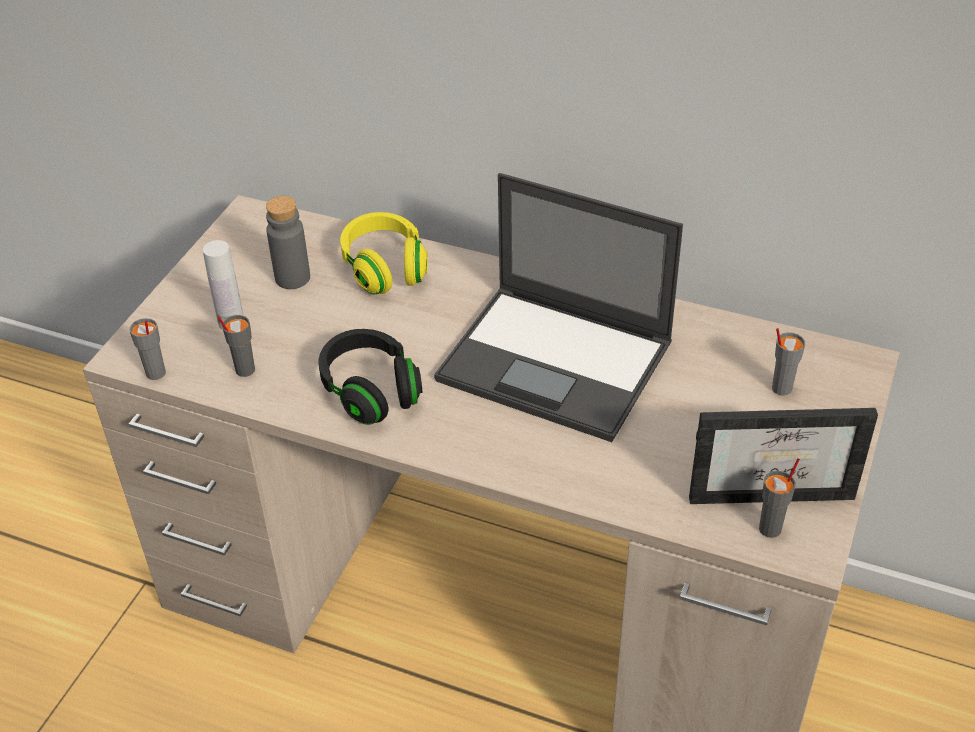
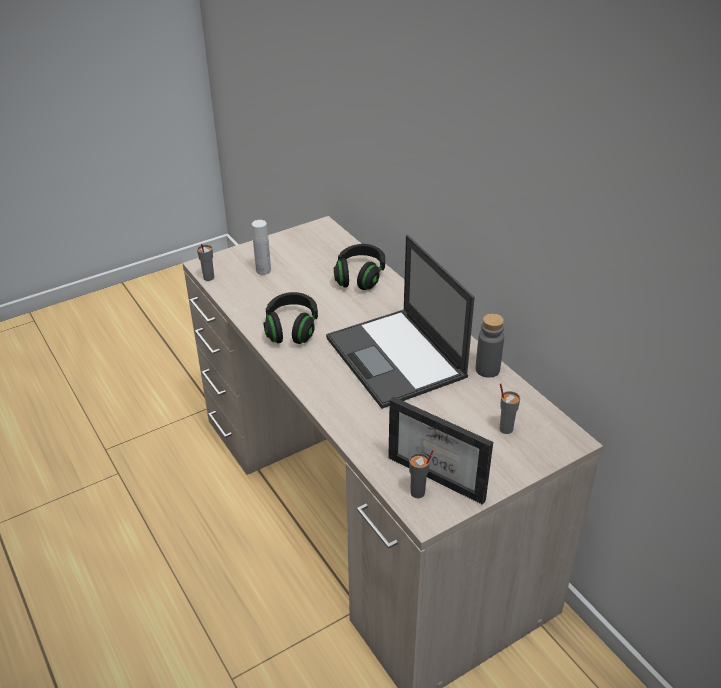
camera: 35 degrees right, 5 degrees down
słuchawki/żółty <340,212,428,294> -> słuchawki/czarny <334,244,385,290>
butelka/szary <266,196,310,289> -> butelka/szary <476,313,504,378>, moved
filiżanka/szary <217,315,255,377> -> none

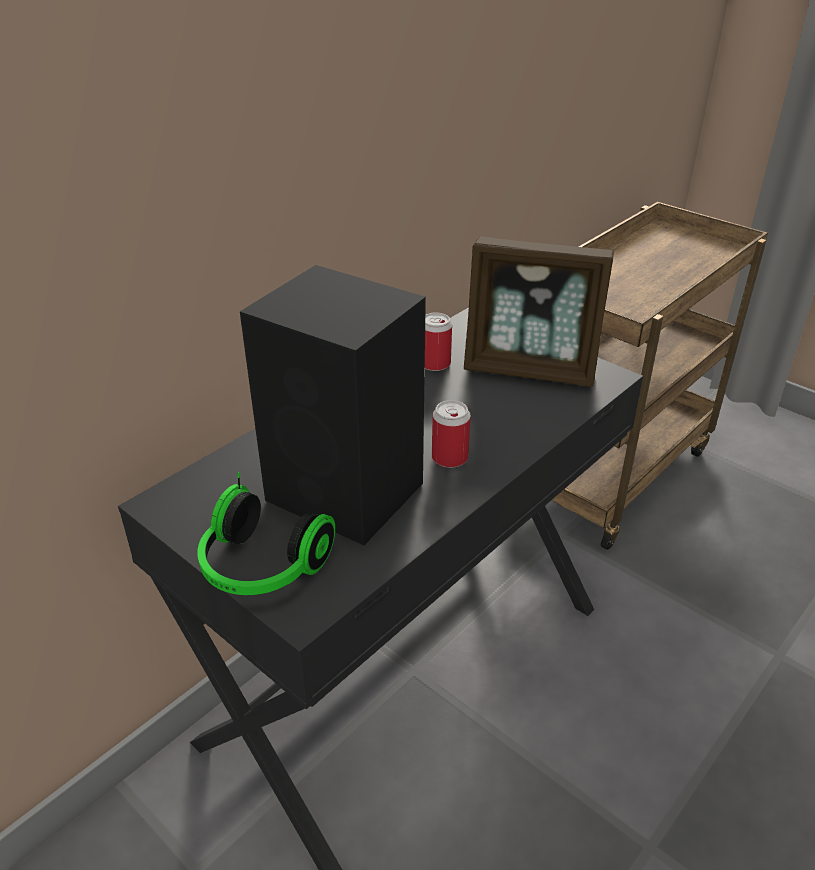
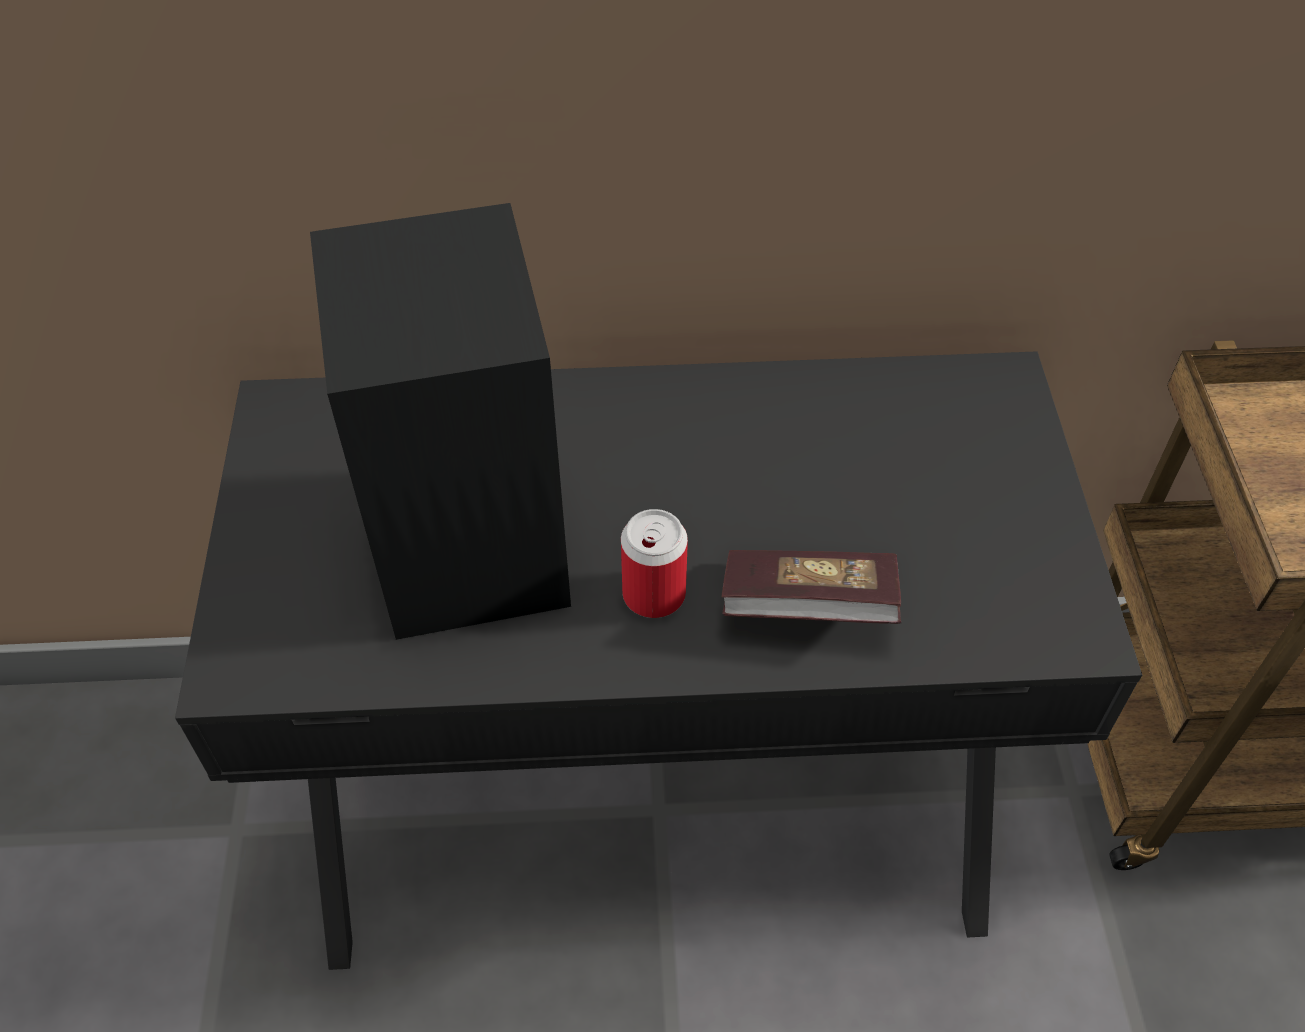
camera: 45 degrees right, 15 degrees up
none -> książka <721,550,901,624>
słuchawki <197,472,335,595> -> none
puszka <425,312,452,371> -> none
ramka na zdjęcie <464,237,614,387> -> none

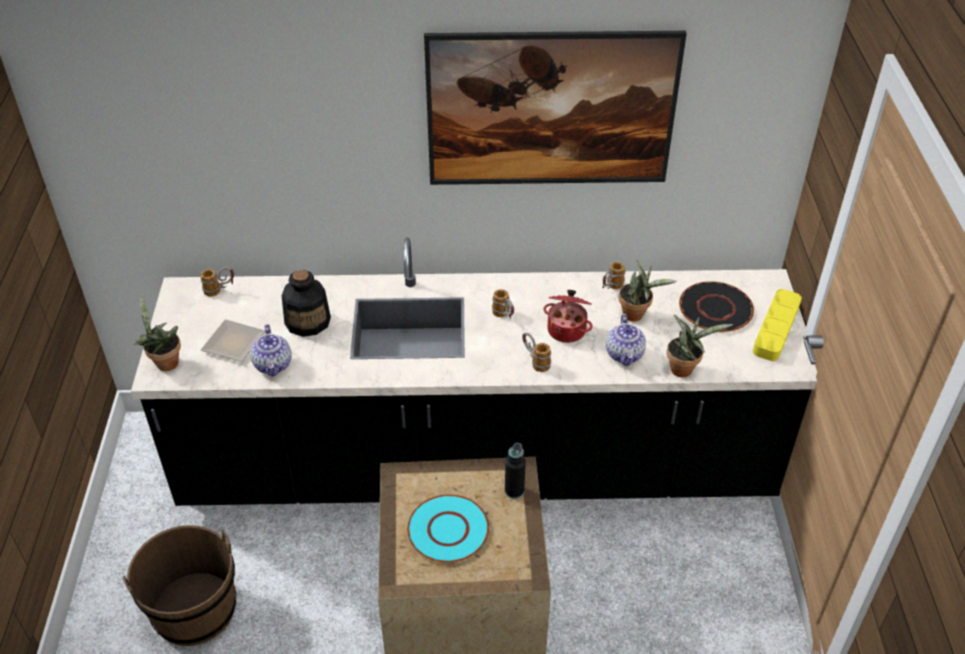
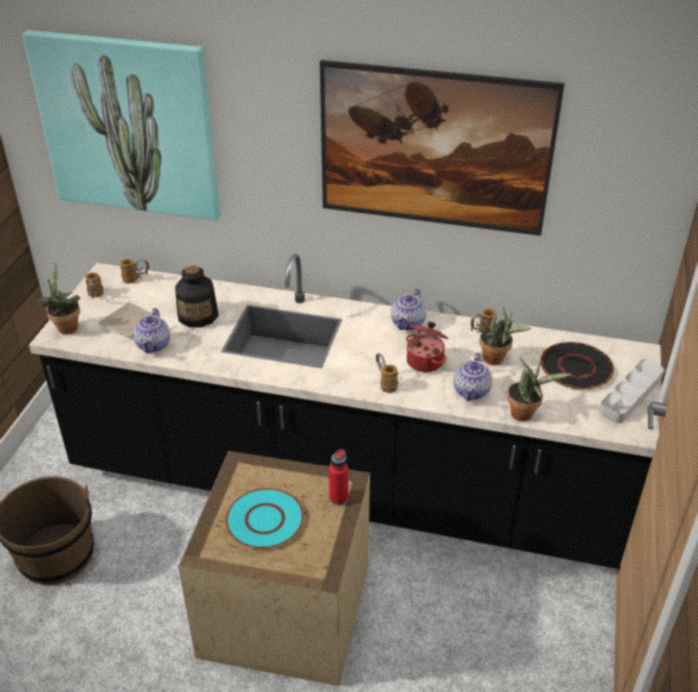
camera: 15 degrees right, 5 degrees down
none -> obraz <22,30,220,220>
kubek <492,289,514,320> -> kubek <85,272,104,299>, moved
butelka/czarny <505,443,526,499> -> butelka/czerwony <329,449,348,506>
none -> imbryk <391,289,426,330>
taca/żółty <753,289,802,361> -> taca/szary <599,359,664,423>

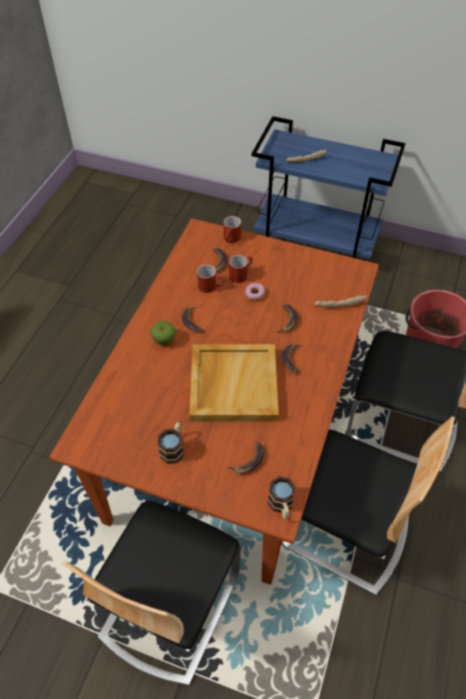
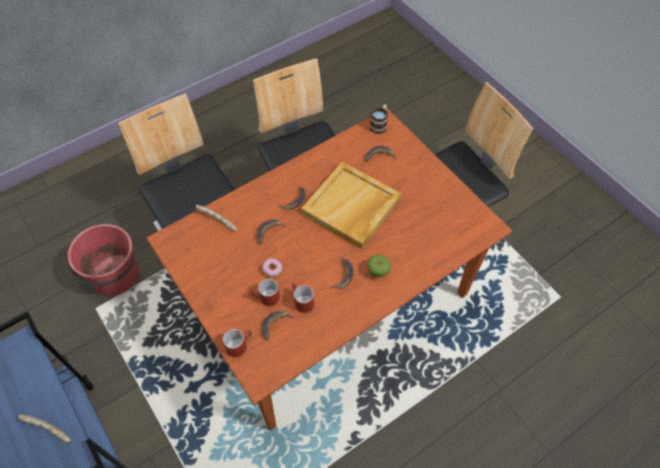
camera: 145 degrees left, 5 degrees up
kubek <158,422,184,464> -> none

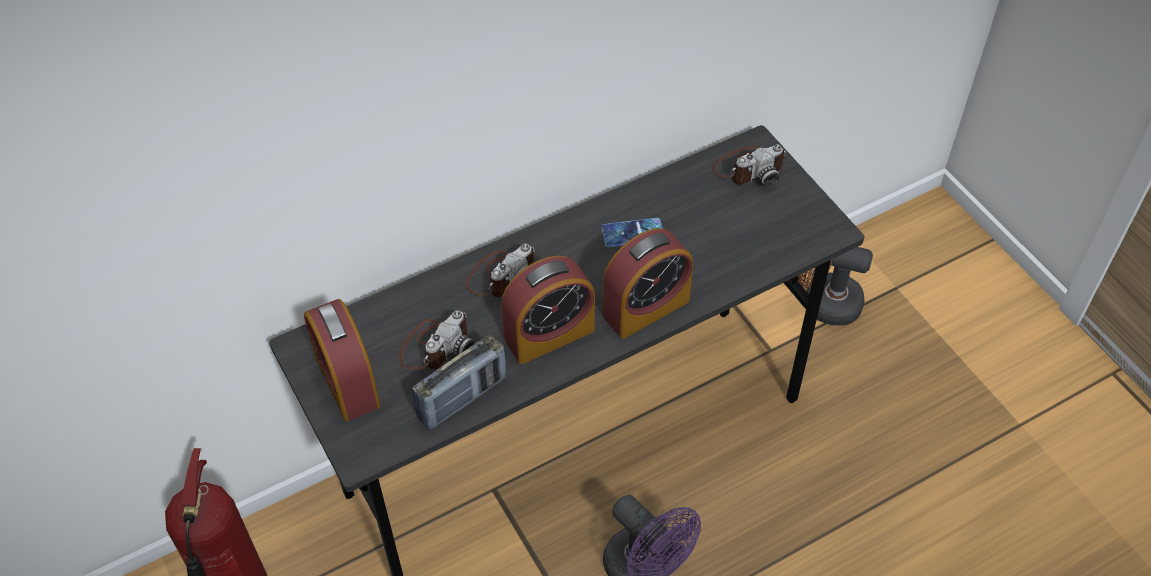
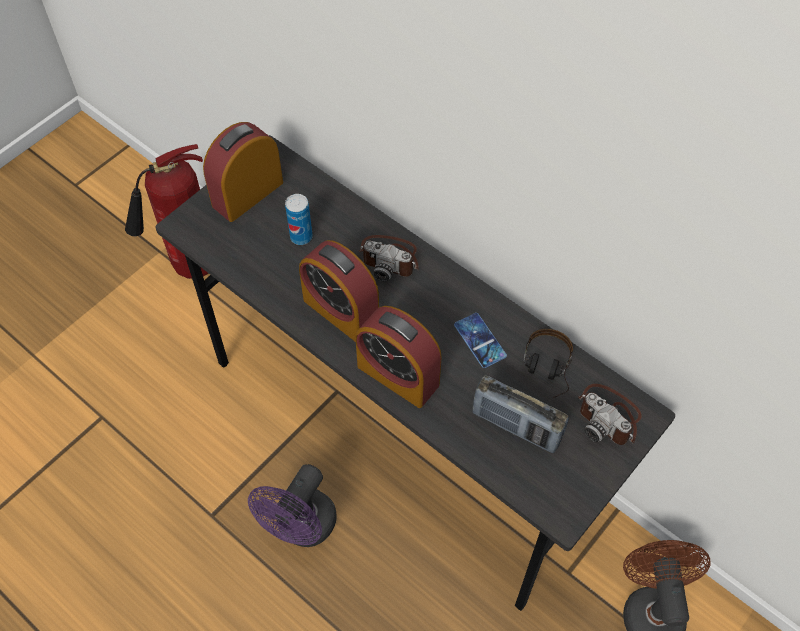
camera: 70 degrees right, 5 degrees up
aparat fotograficzny <399,310,474,370> -> puszka <285,194,313,245>
radio <412,335,506,430> -> radio <472,375,569,453>, moved
none -> słuchawki <523,329,573,398>

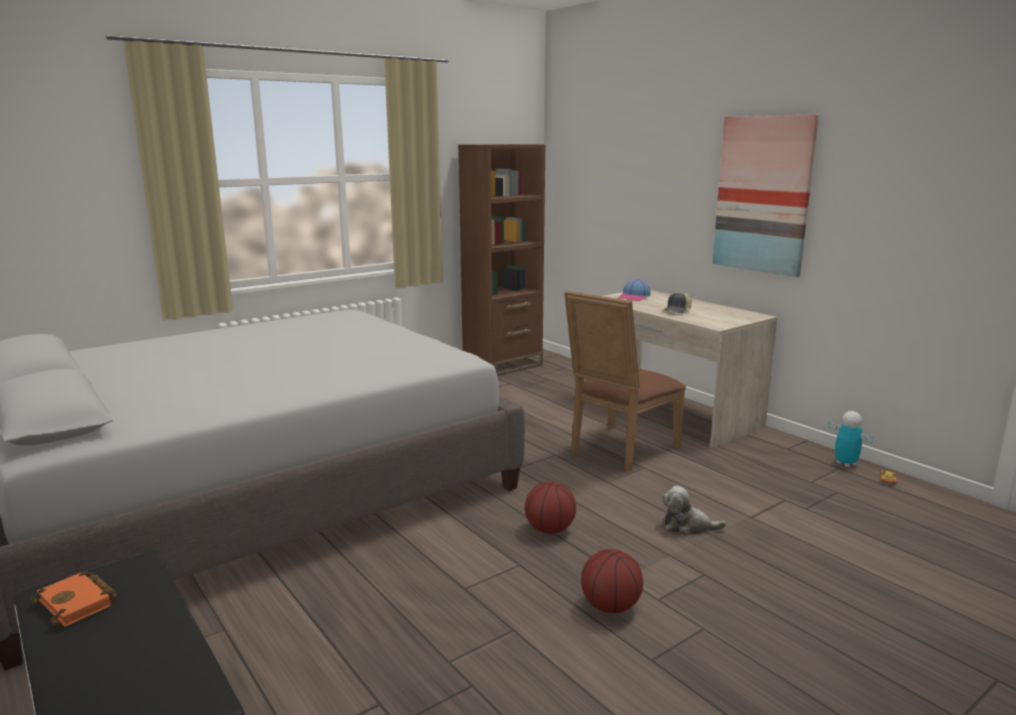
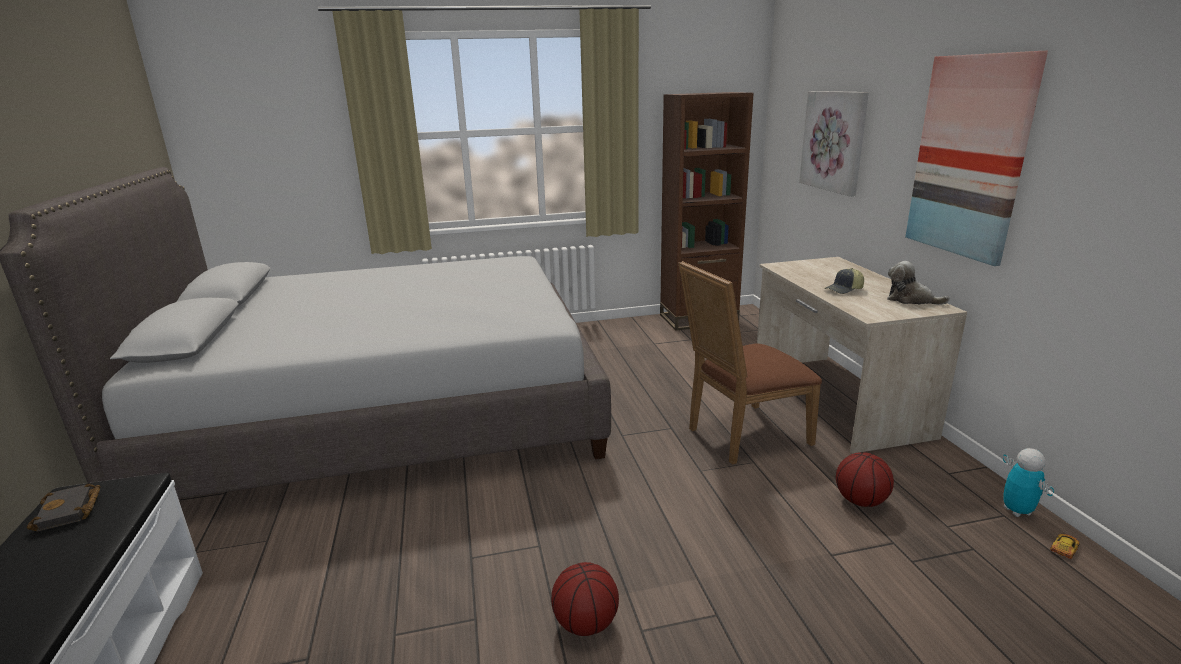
camera: 25 degrees right, 5 degrees up
książka/pomarańczowy <30,571,118,627> -> książka/czarny <27,484,101,532>
none -> obraz <799,91,869,197>
piłka do koszykówki <525,481,576,534> -> piłka do koszykówki <836,452,894,507>, moved
pluszak <662,486,726,536> -> pluszak <887,261,950,305>, moved
czapka z daszkiem <618,279,651,301> -> none

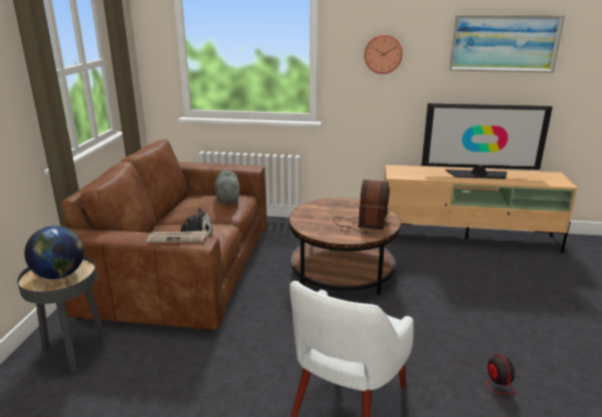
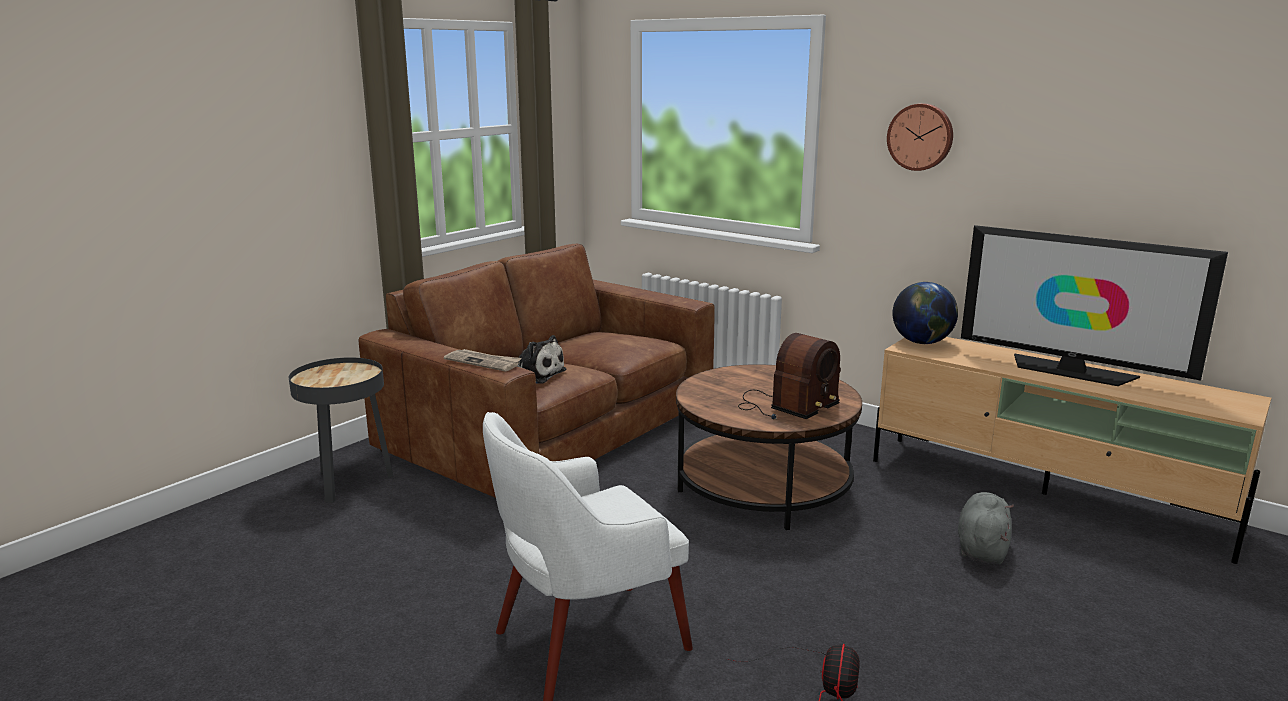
camera: 30 degrees right, 5 degrees down
globus <24,226,84,279> -> globus <892,282,958,344>, moved
pluszak/szary <215,171,240,203> -> pluszak/szary <958,492,1014,564>, moved
obraz <449,14,565,73> -> none

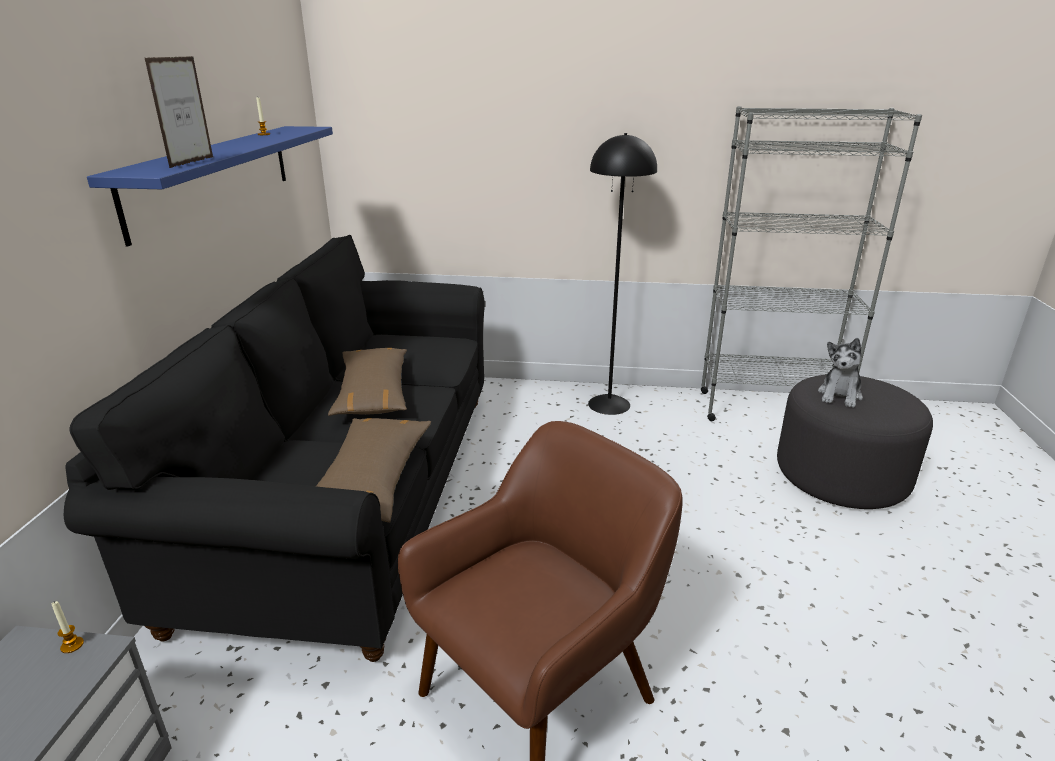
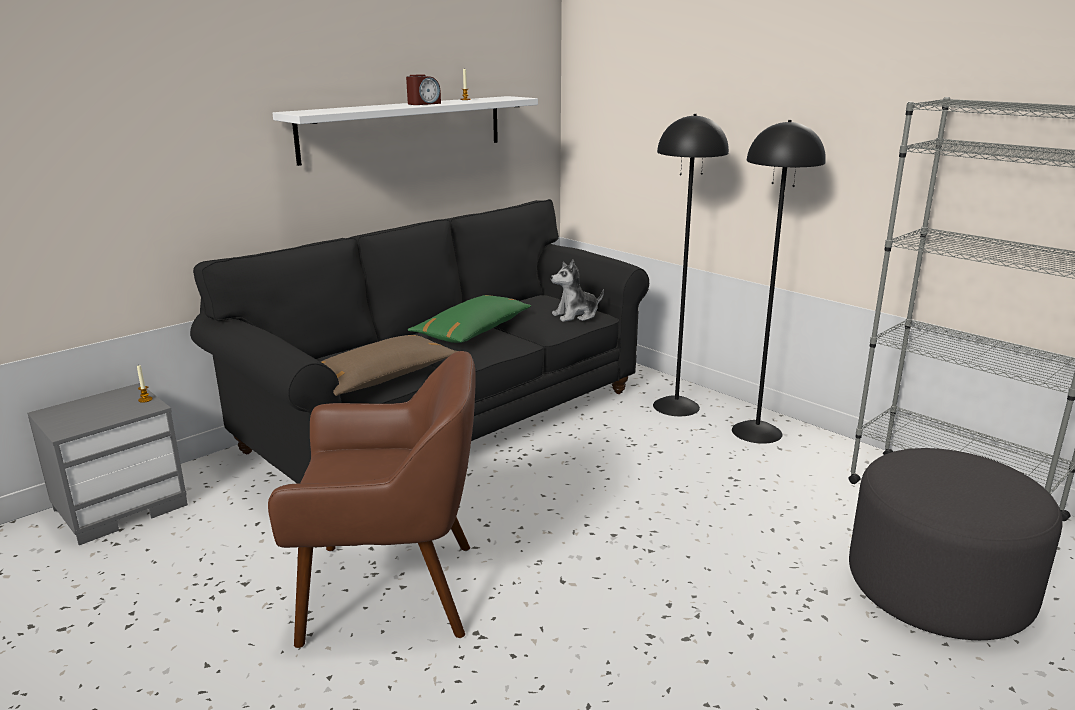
camera: 40 degrees right, 5 degrees down
półka/niebieski <87,126,333,246> -> półka/biały <272,96,538,166>
none -> budzik <406,74,441,105>
poduszka/brązowy <328,348,407,416> -> poduszka/zielony <408,295,531,343>
pluszak <818,338,863,408> -> pluszak <551,259,604,322>, moved
none -> lampa stojąca/czarny <653,114,729,416>
ramka na zdjęcie <145,56,213,168> -> none

